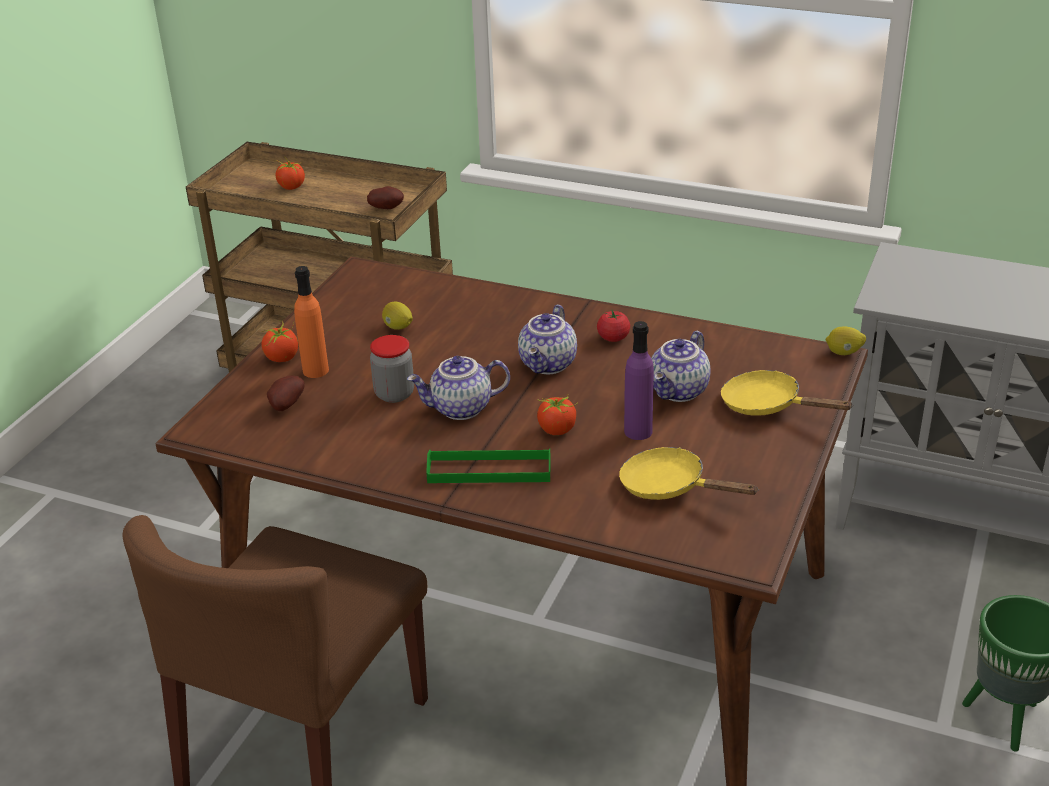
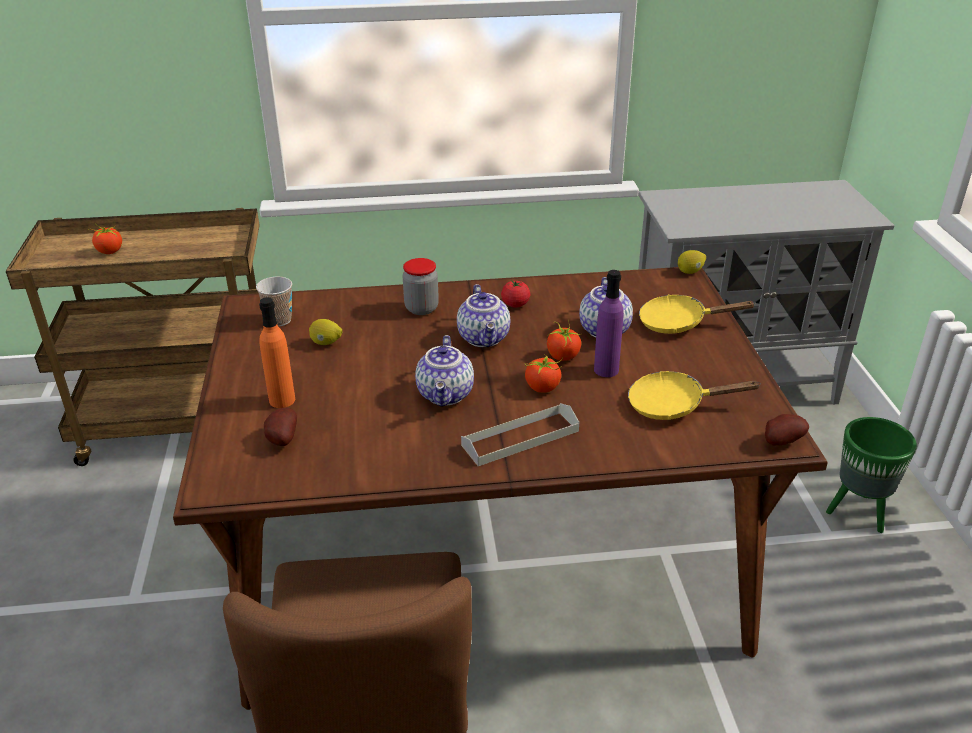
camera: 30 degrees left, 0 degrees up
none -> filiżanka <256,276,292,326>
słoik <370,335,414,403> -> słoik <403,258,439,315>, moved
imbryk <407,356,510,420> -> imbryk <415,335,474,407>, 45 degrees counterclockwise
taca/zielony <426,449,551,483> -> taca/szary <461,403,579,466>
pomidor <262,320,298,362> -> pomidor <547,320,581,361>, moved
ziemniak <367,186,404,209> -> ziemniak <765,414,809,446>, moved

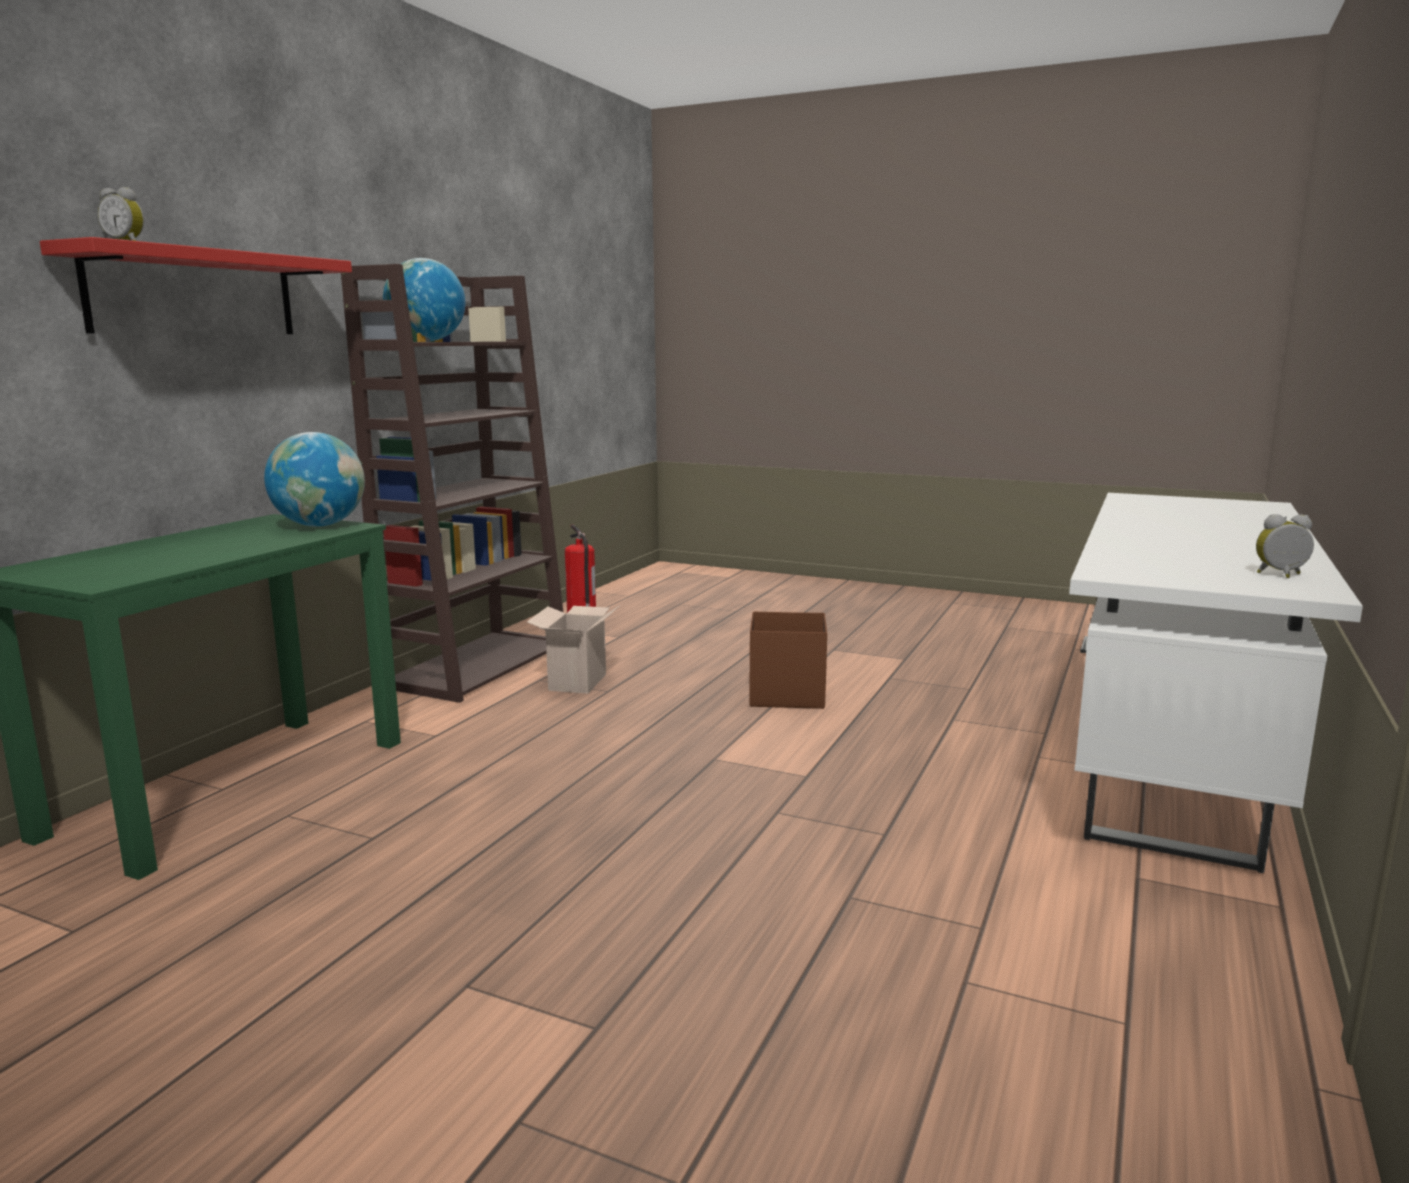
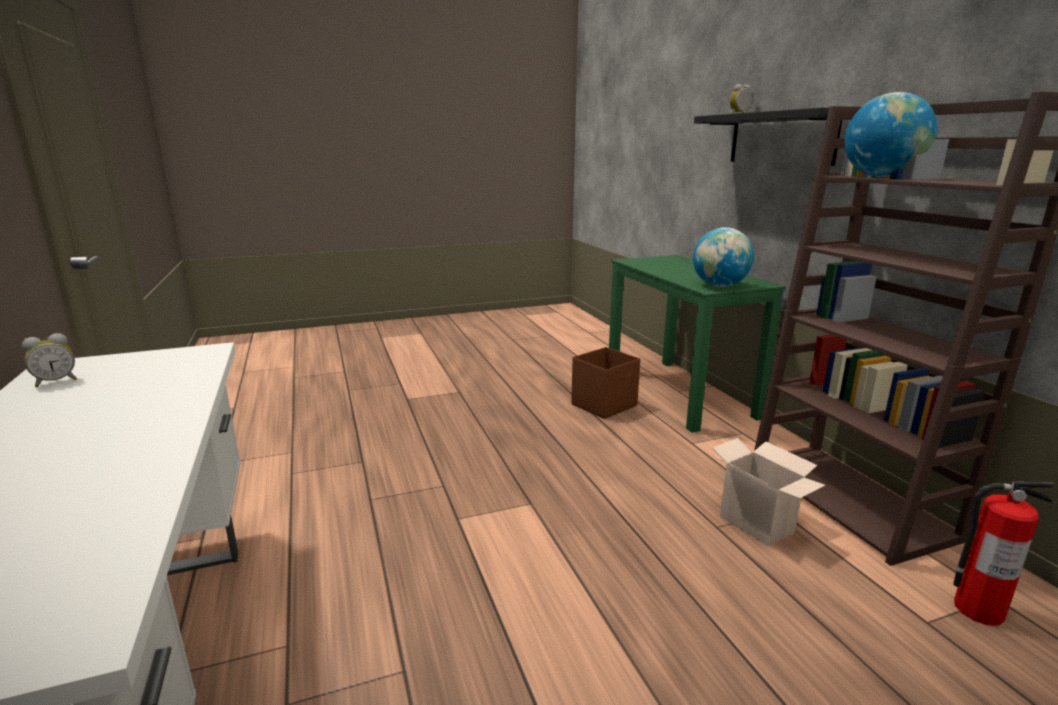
camera: 135 degrees right, 5 degrees up
pojemnik do przechowywania/brązowy <749,611,827,709> -> pojemnik do przechowywania/brązowy <571,347,640,419>, moved
półka/czerwony <40,237,352,334> -> półka/czarny <694,107,842,166>

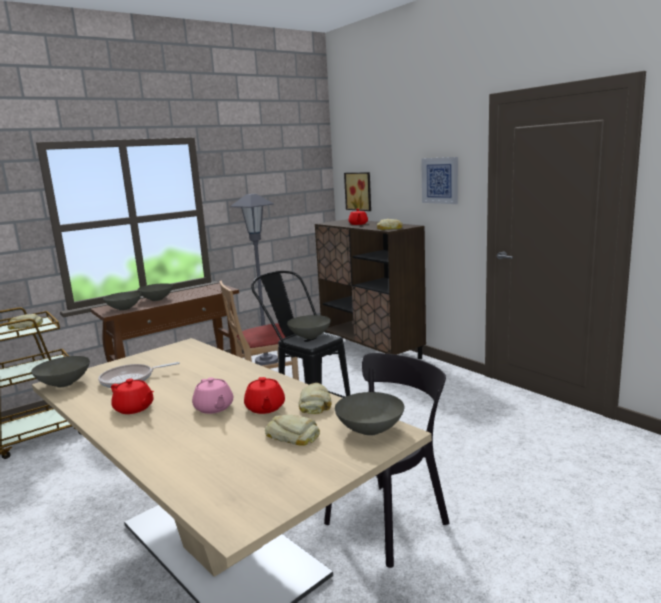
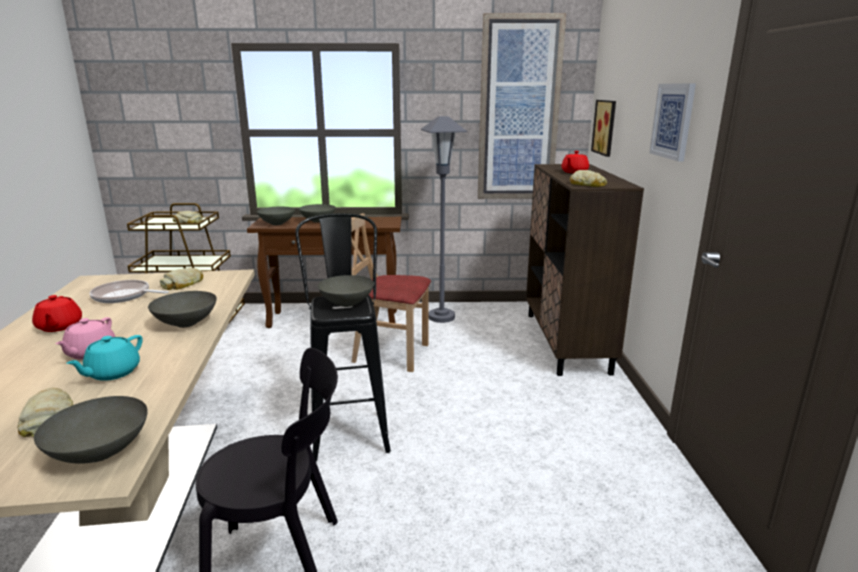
camera: 35 degrees right, 5 degrees up
imbryk/czerwony <244,377,285,414> -> imbryk/turkusowy <66,335,143,381>
miska/szary <31,356,90,387> -> miska/szary <148,291,217,328>, moved
chleb <299,383,331,414> -> chleb <160,268,203,290>, moved
none -> obraz <478,13,566,199>

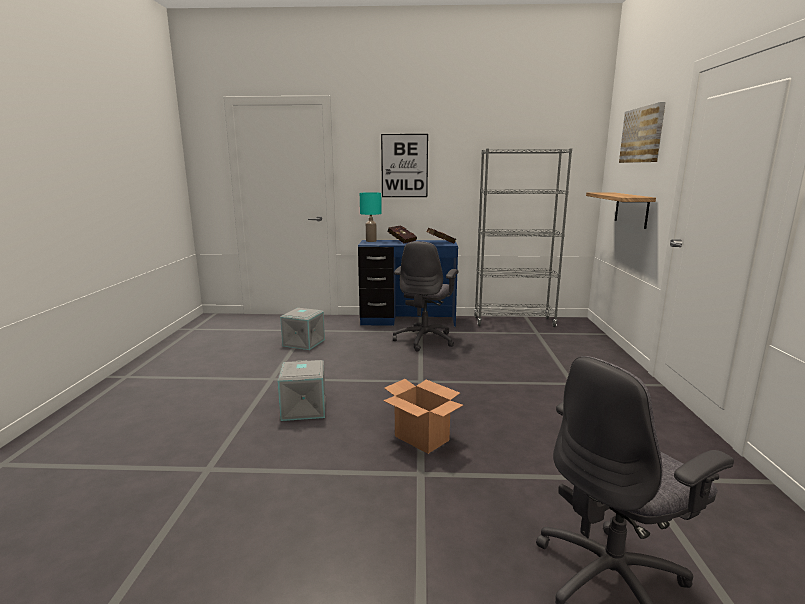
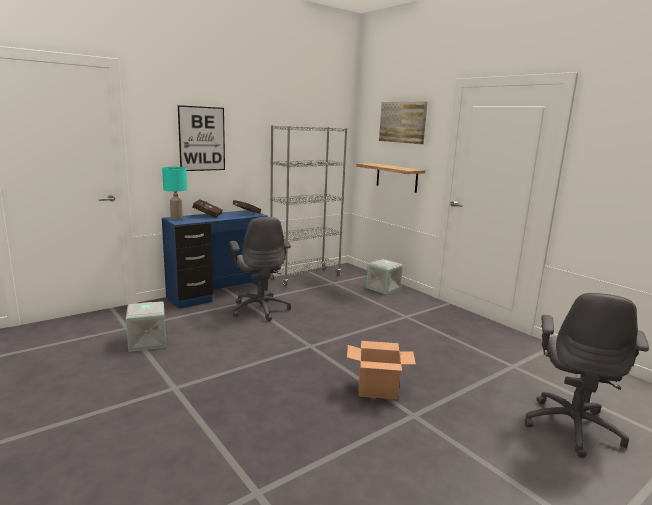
camera: 40 degrees left, 0 degrees up
pojemnik do przechowywania/szary <277,360,326,421> -> pojemnik do przechowywania/szary <366,259,403,294>, moved

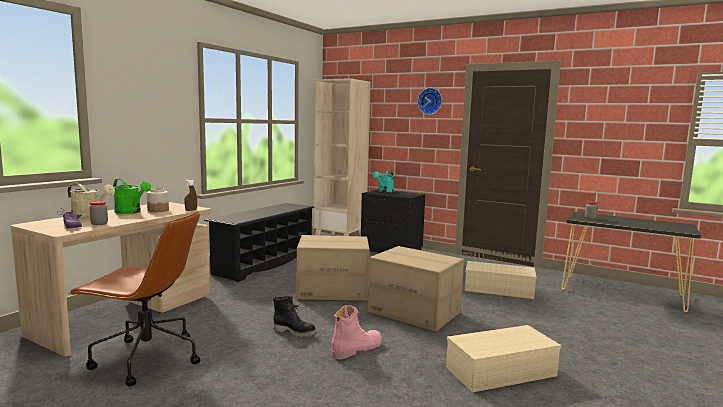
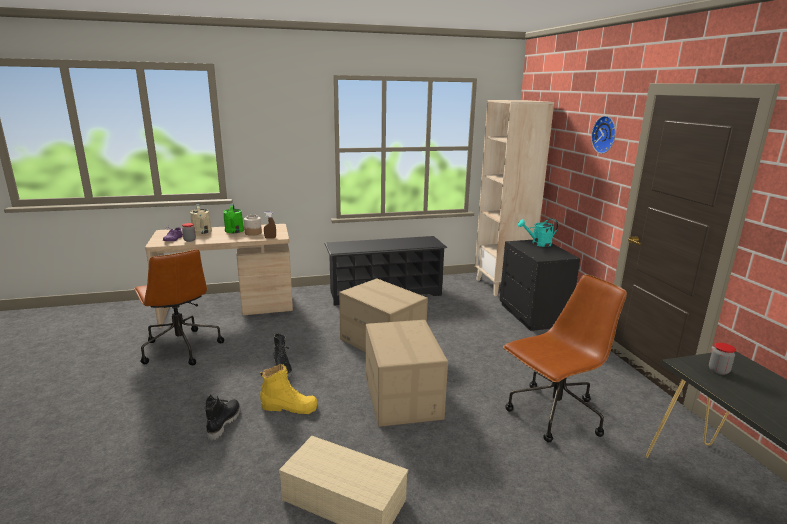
camera: 45 degrees right, 10 degrees up
none -> but z cholewką/czarny <205,394,240,440>
but z cholewką/różowy <331,305,382,359> -> but z cholewką/żółty <260,364,318,414>
pojemnik do przechowywania/beżowy <465,261,537,299> -> krzesło biurowe/brązowy <503,274,627,442>

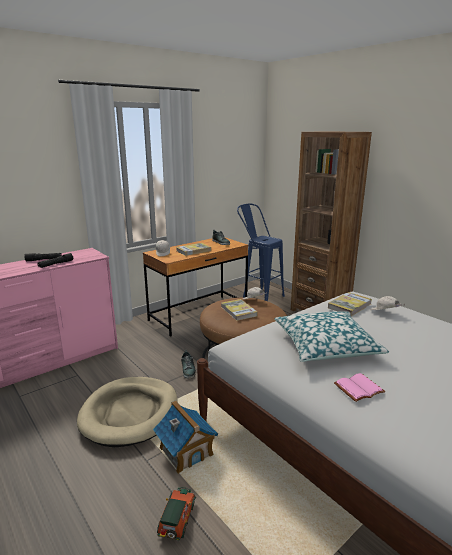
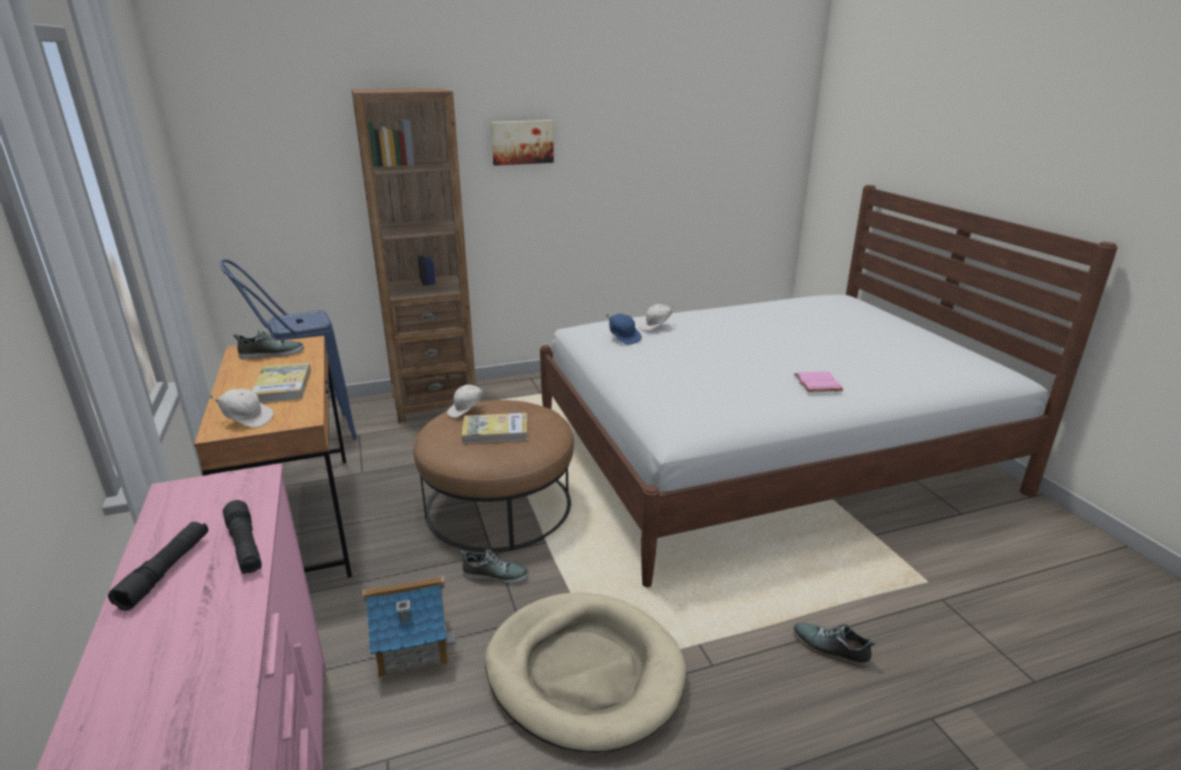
camera: 70 degrees left, 5 degrees up
domek <153,400,218,474> -> domek <362,576,456,678>, moved
none -> obraz <491,120,554,166>
książka <328,292,372,316> -> czapka z daszkiem/niebieski <607,313,642,345>
samochodzik <157,487,196,541> -> but <793,623,876,668>
poduszka <274,311,389,362> -> none

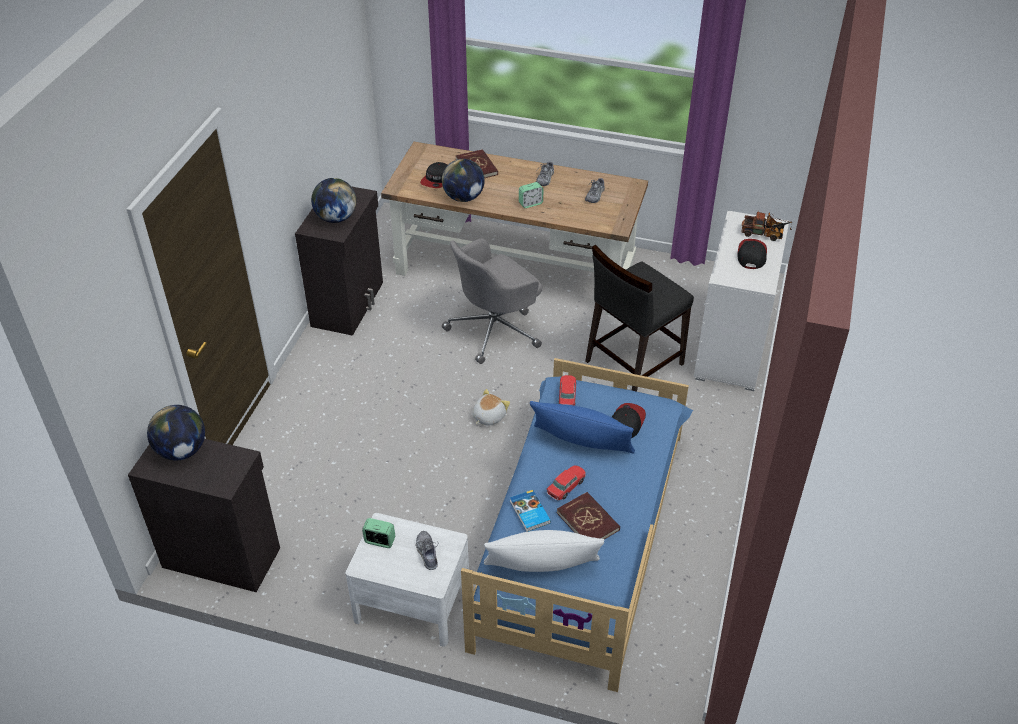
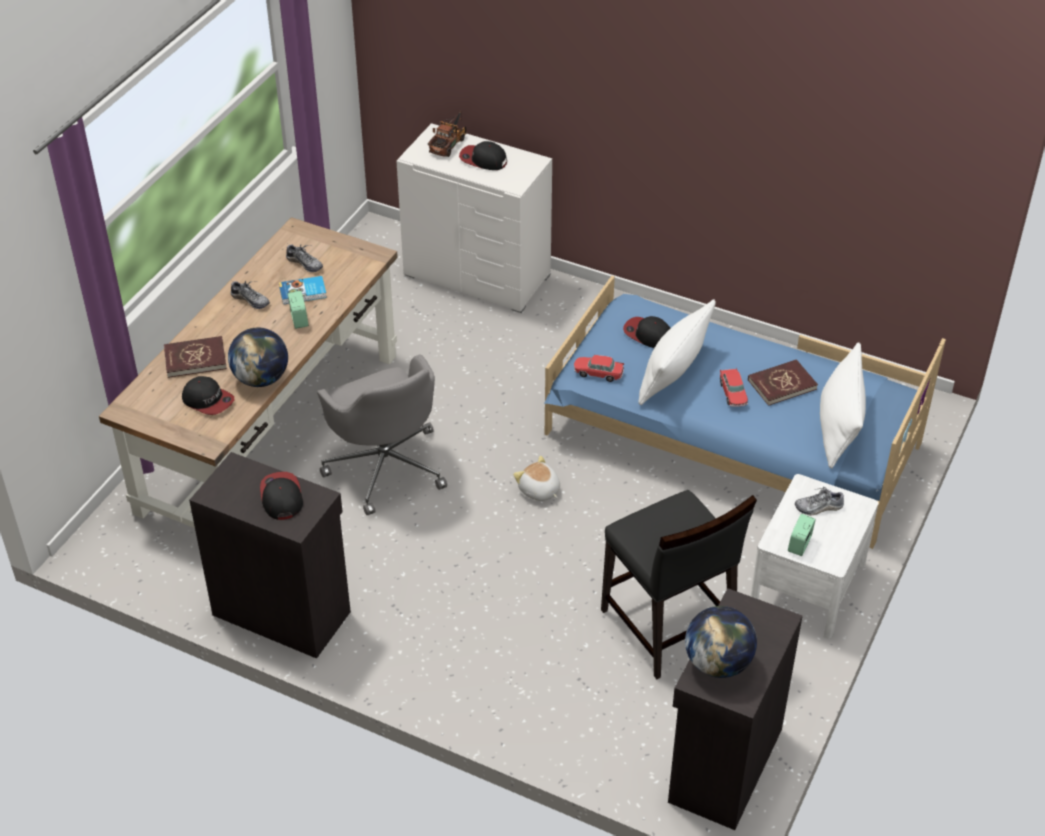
camera: 80 degrees left, 0 degrees up
globus <311,178,356,223> -> czapka z daszkiem <260,472,303,520>
książka <510,490,551,532> -> książka <279,276,327,304>, moved
krzesło/czarny <585,244,694,392> -> krzesło/czarny <601,490,757,679>, moved
poduszka/niebieski <530,401,635,454> -> poduszka/biały <638,299,716,405>
samochodzik <546,465,586,501> -> samochodzik <720,368,748,407>, 150 degrees counterclockwise

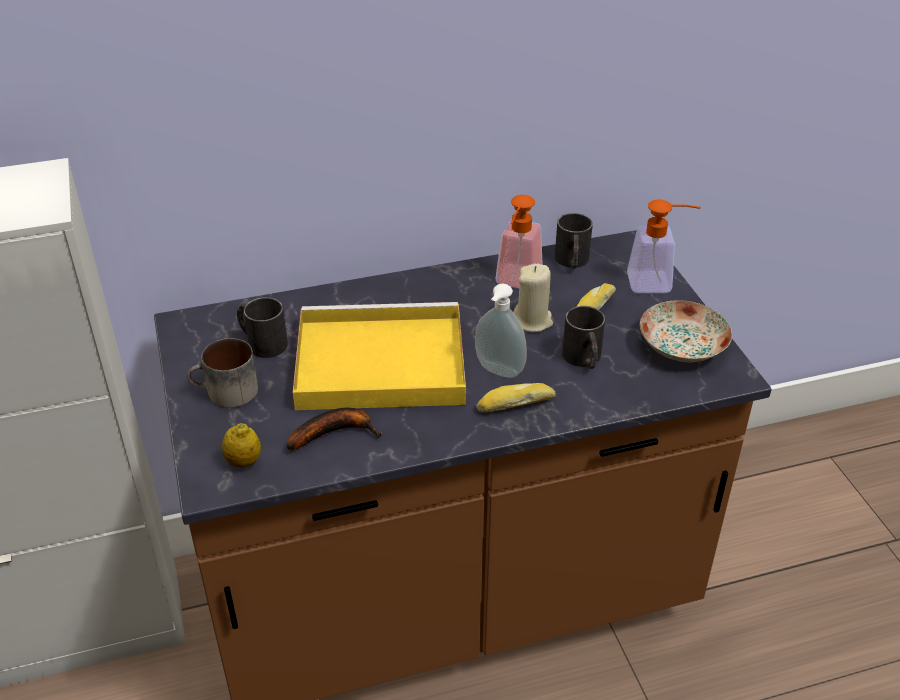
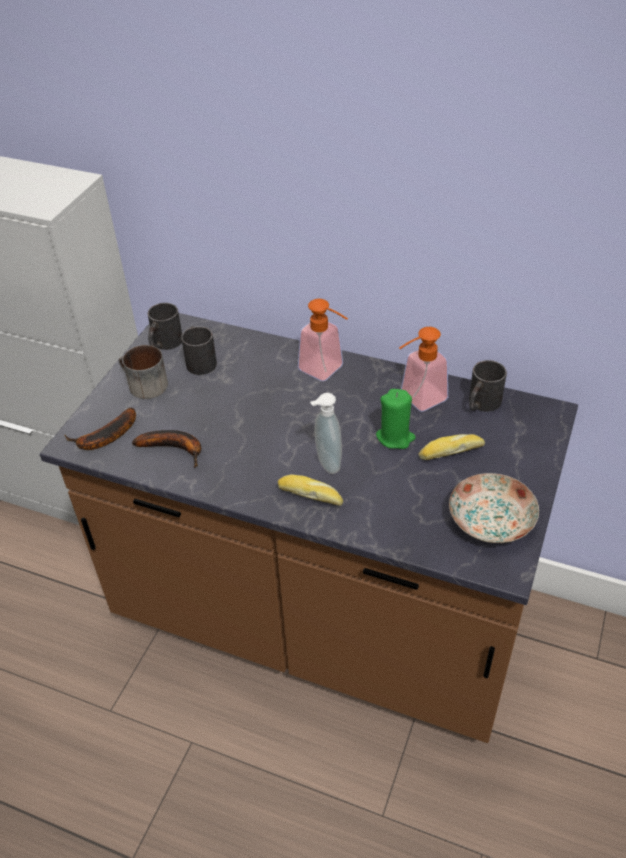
camera: 40 degrees right, 5 degrees up
cytryna <222,423,261,468> -> banan <65,407,136,450>
kubek/czarny <562,306,605,369> -> kubek/czarny <148,303,182,350>, moved
dozownik mydła <627,199,701,293> -> dozownik mydła <298,299,348,381>, moved
świeca/beżowy <513,264,553,332> -> świeca/zielony <376,389,416,449>
taca/żółty <293,302,466,410> -> none

